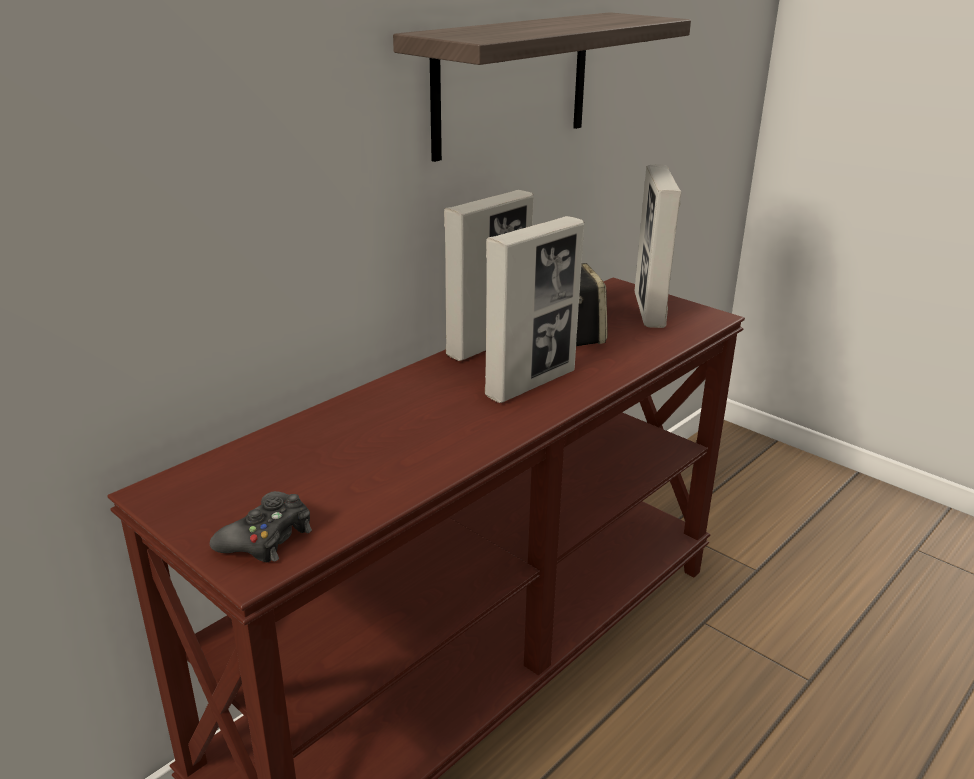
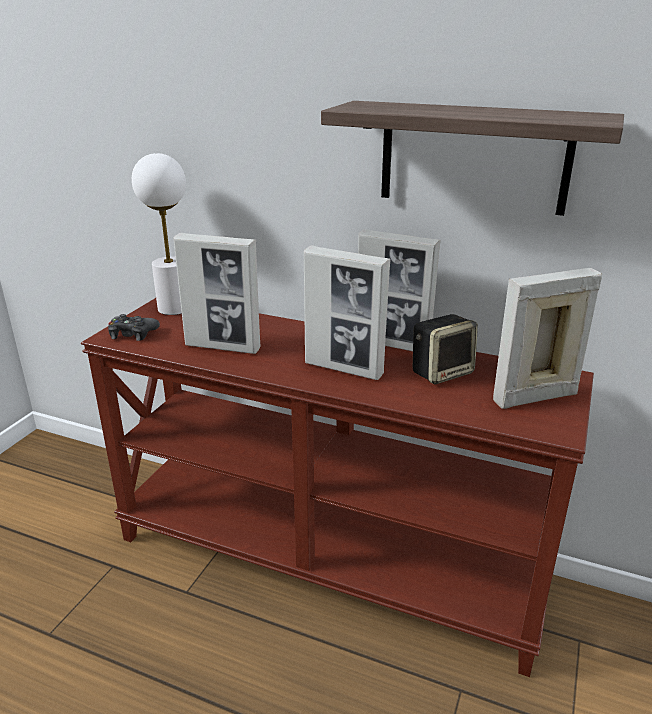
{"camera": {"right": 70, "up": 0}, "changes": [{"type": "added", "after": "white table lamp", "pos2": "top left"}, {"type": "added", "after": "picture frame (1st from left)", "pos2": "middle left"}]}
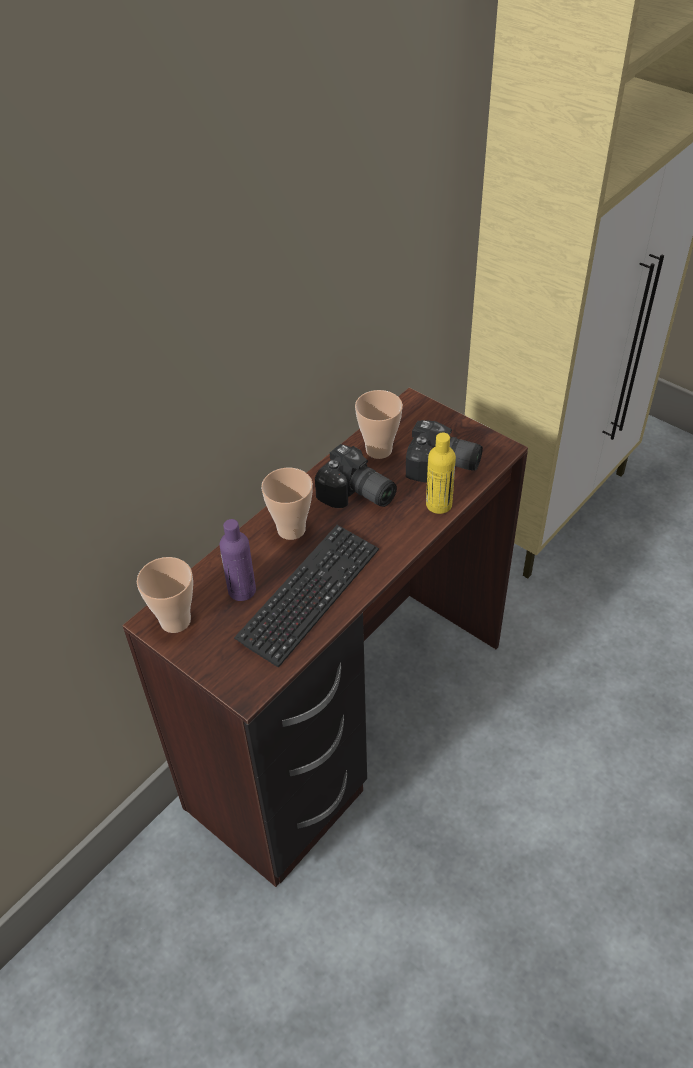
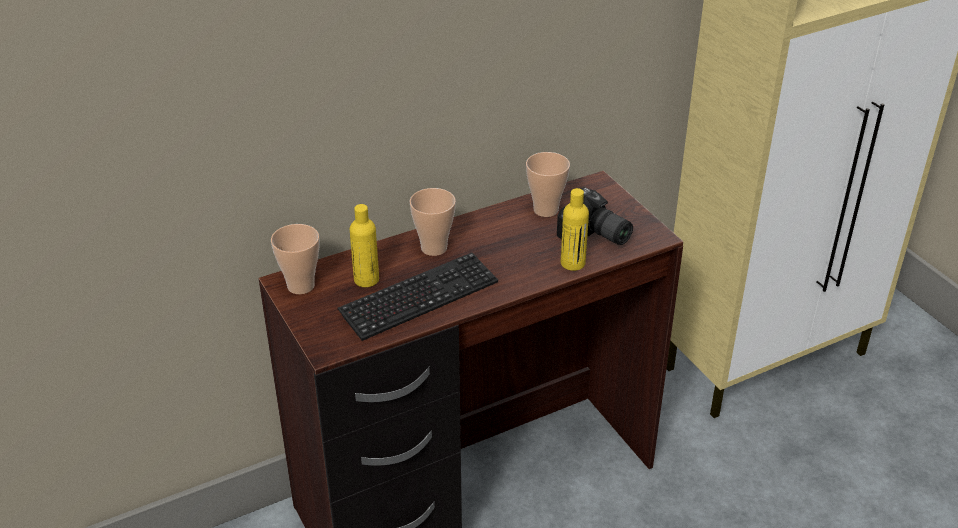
{"camera": {"right": 20, "up": -10}, "changes": [{"type": "removed", "before": "photo camera (1st from left)", "pos1": "centre"}, {"type": "recoloured", "before": "purple bottle", "after": "yellow bottle (1st from left)", "pos1": "centre", "pos2": "centre"}]}
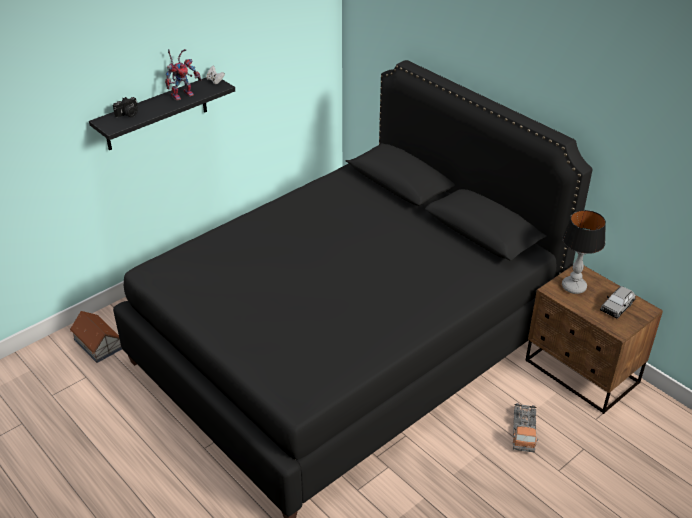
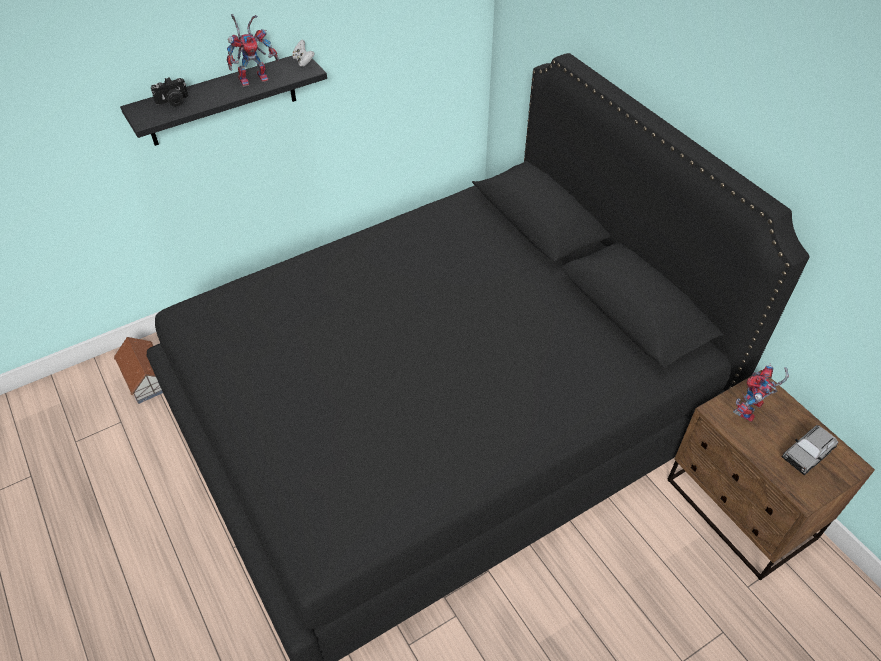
{"camera": {"right": 10, "up": 10}, "changes": [{"type": "removed", "before": "toy truck", "pos1": "bottom right"}, {"type": "replaced", "before": "table lamp", "after": "toy robot (2nd from left)", "pos1": "middle right", "pos2": "middle right"}]}
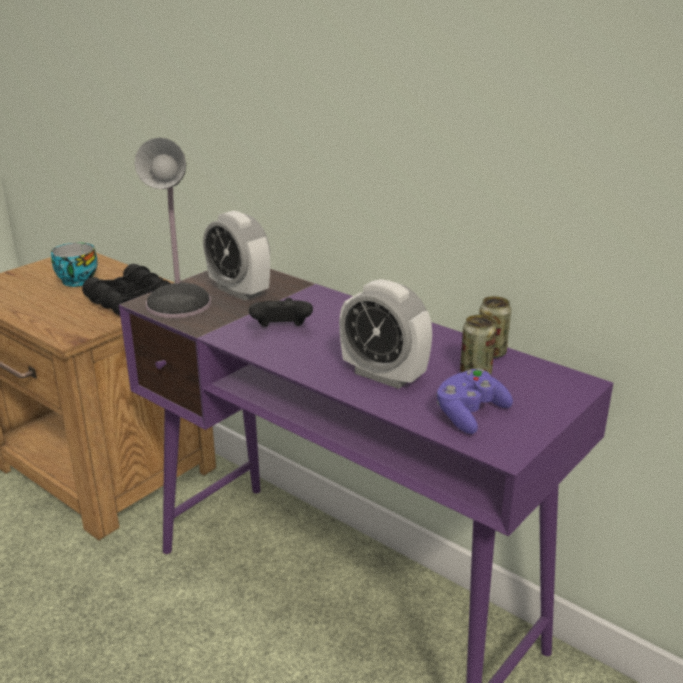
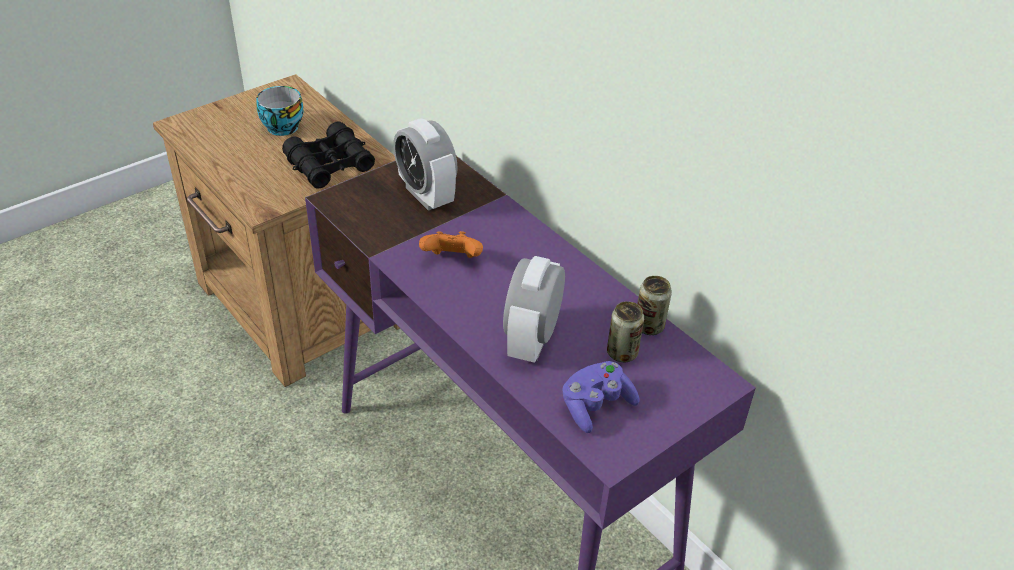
{"camera": {"right": 10, "up": 15}, "changes": [{"type": "removed", "before": "table lamp", "pos1": "middle left"}, {"type": "recoloured", "before": "black game controller", "after": "orange game controller", "pos1": "centre", "pos2": "centre"}, {"type": "turned", "before": "alarm clock (2nd from left)", "pos1": "centre", "pos2": "centre", "turn": 60}]}
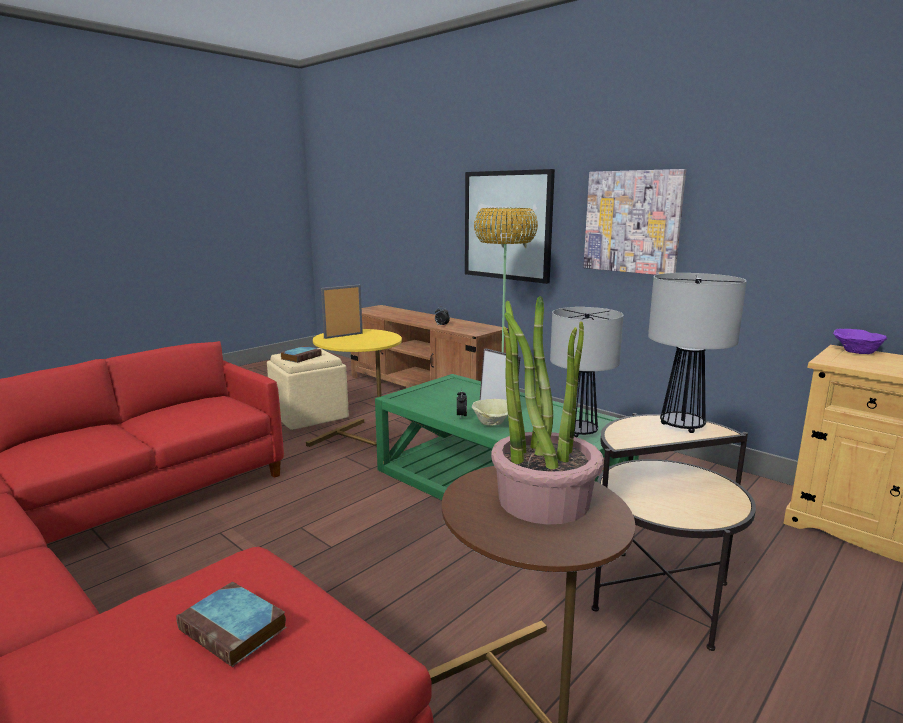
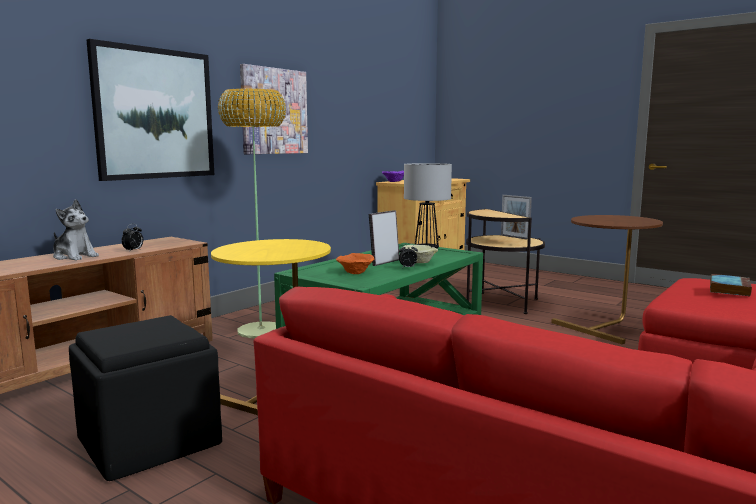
{"camera": {"right": -95, "up": -5}, "changes": [{"type": "removed", "before": "book (2nd from left)", "pos1": "centre"}, {"type": "removed", "before": "potted plant", "pos1": "centre"}, {"type": "removed", "before": "table lamp (2nd from left)", "pos1": "middle right"}, {"type": "added", "after": "plush toy", "pos2": "middle left"}, {"type": "added", "after": "orange bowl", "pos2": "centre"}, {"type": "moved", "before": "picture frame (1st from left in the first image)", "after": "picture frame (2nd from left)", "pos1": "centre", "pos2": "middle right"}, {"type": "recoloured", "before": "beige ottoman", "after": "black ottoman", "pos1": "centre", "pos2": "bottom left"}]}
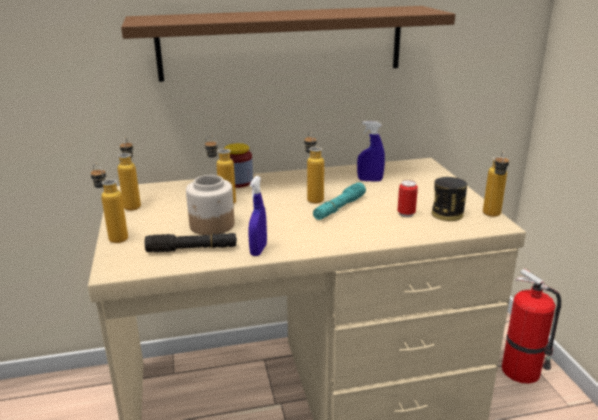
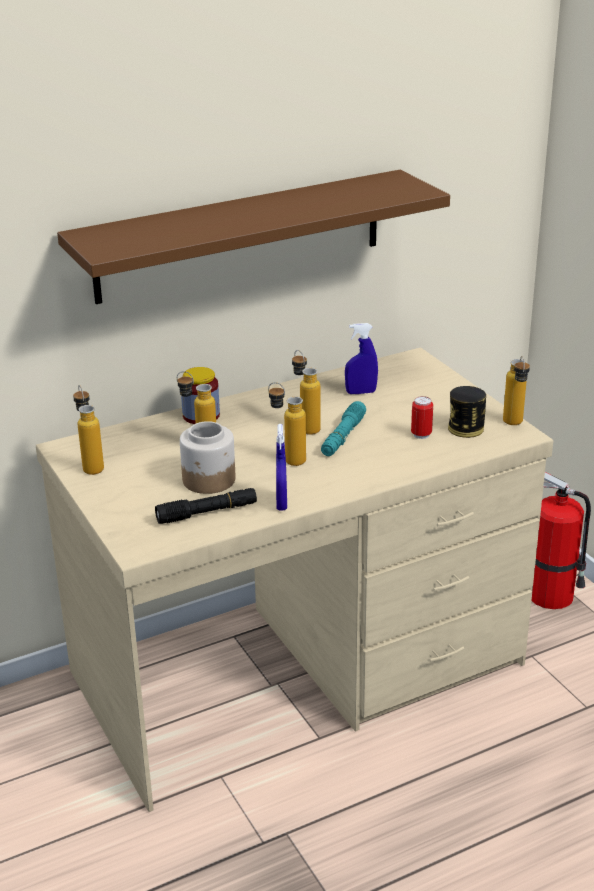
{"camera": {"right": -15, "up": 5}, "changes": [{"type": "moved", "before": "bottle (1st from left in the first image)", "after": "bottle (3rd from left)", "pos1": "middle left", "pos2": "centre"}]}
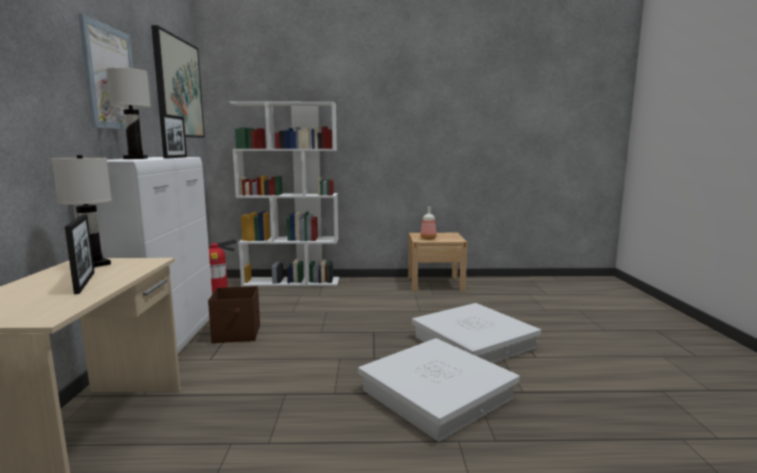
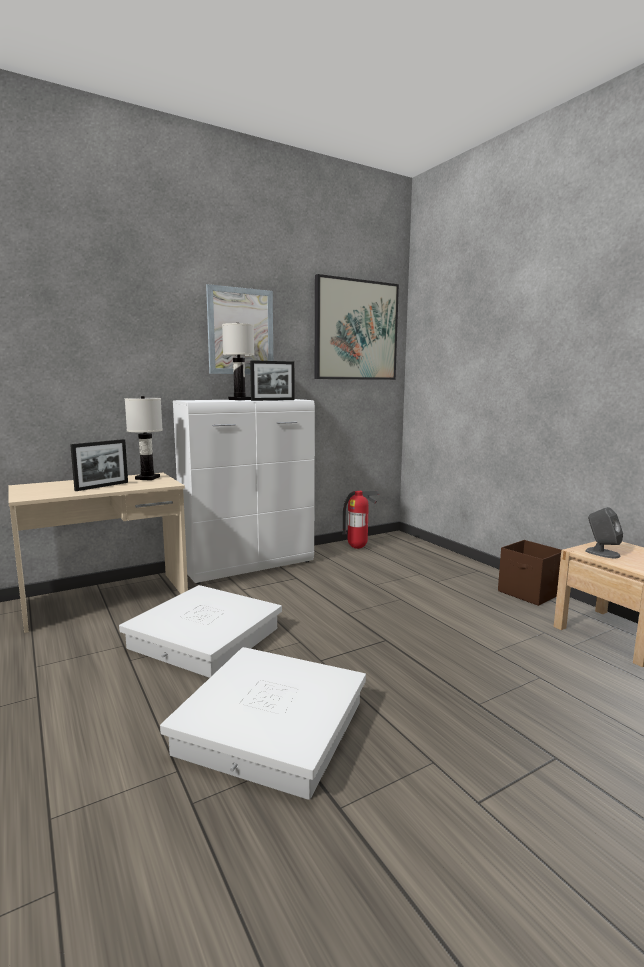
{"camera": {"right": 60, "up": 0}, "changes": [{"type": "removed", "before": "white bookcase", "pos1": "centre"}, {"type": "moved", "before": "brown storage box", "pos1": "middle left", "pos2": "middle right"}, {"type": "moved", "before": "white storage box (2nd from left in the first image)", "after": "white storage box (1st from left)", "pos1": "bottom centre", "pos2": "middle left"}, {"type": "replaced", "before": "bottle", "after": "grey speaker", "pos1": "centre", "pos2": "middle right"}]}
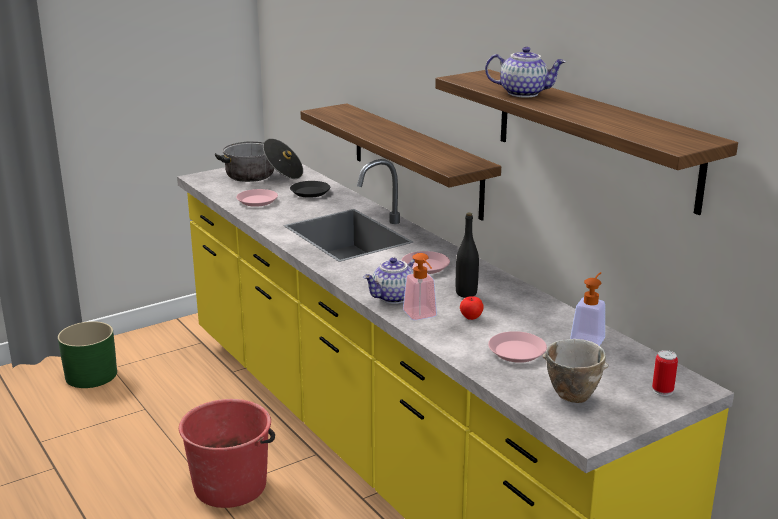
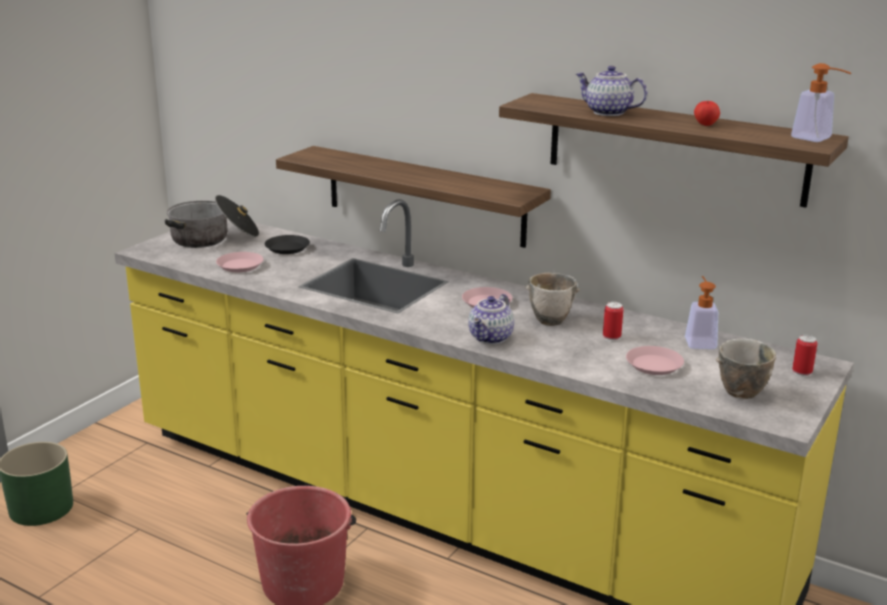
{"camera": {"right": -25, "up": 0}, "changes": [{"type": "added", "after": "can (1st from left)", "pos2": "middle right"}, {"type": "moved", "before": "soap dispenser (1st from left in the first image)", "after": "soap dispenser (2nd from left)", "pos1": "centre", "pos2": "top right"}, {"type": "moved", "before": "apple", "pos1": "centre", "pos2": "top right"}, {"type": "replaced", "before": "black bottle", "after": "bowl (1st from left)", "pos1": "centre", "pos2": "centre"}, {"type": "turned", "before": "teapot (2nd from left)", "pos1": "top right", "pos2": "top right", "turn": -135}]}
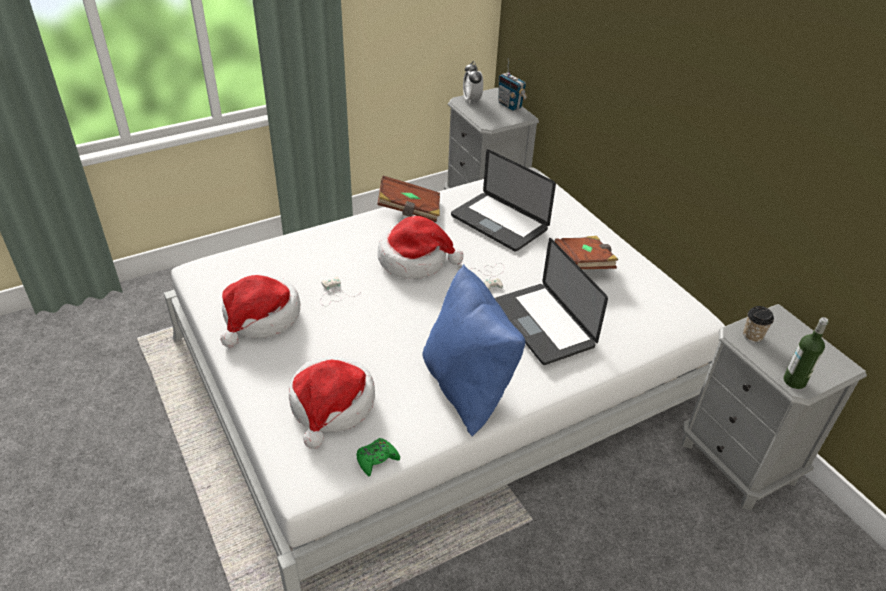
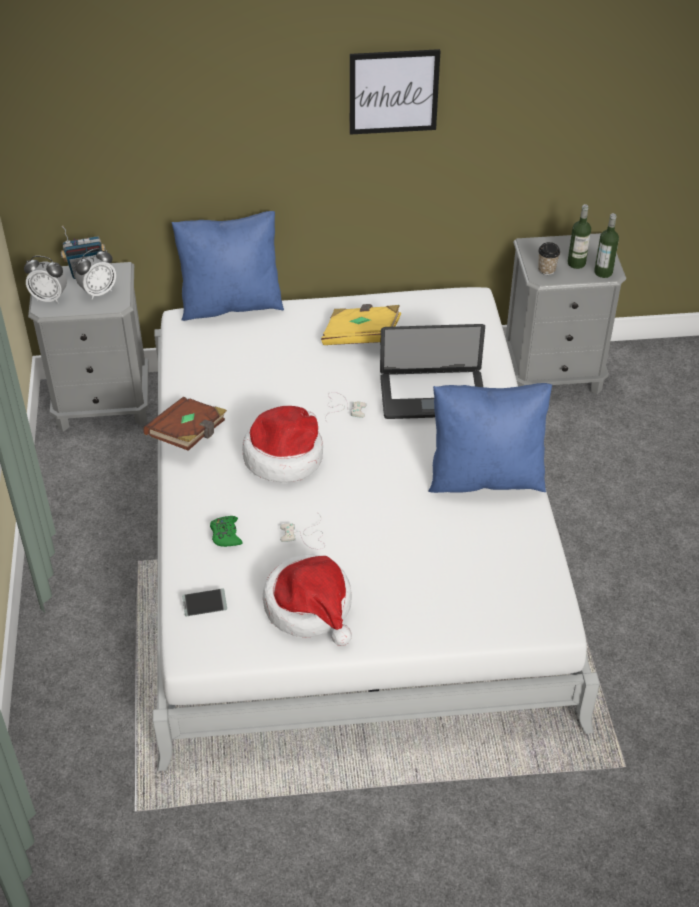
{"camera": {"right": -65, "up": 5}, "changes": [{"type": "removed", "before": "hat (2nd from left)", "pos1": "bottom centre"}, {"type": "removed", "before": "laptop (1st from left)", "pos1": "centre"}, {"type": "added", "after": "alarm clock (2nd from left)", "pos2": "top left"}, {"type": "added", "after": "blue pillow (1st from left)", "pos2": "top left"}, {"type": "added", "after": "phone", "pos2": "middle left"}, {"type": "added", "after": "picture", "pos2": "top centre"}, {"type": "added", "after": "bottle (1st from left)", "pos2": "top right"}, {"type": "moved", "before": "green game controller", "pos1": "bottom centre", "pos2": "middle left"}, {"type": "recoloured", "before": "brown book (2nd from left)", "after": "yellow book", "pos1": "centre", "pos2": "centre"}]}
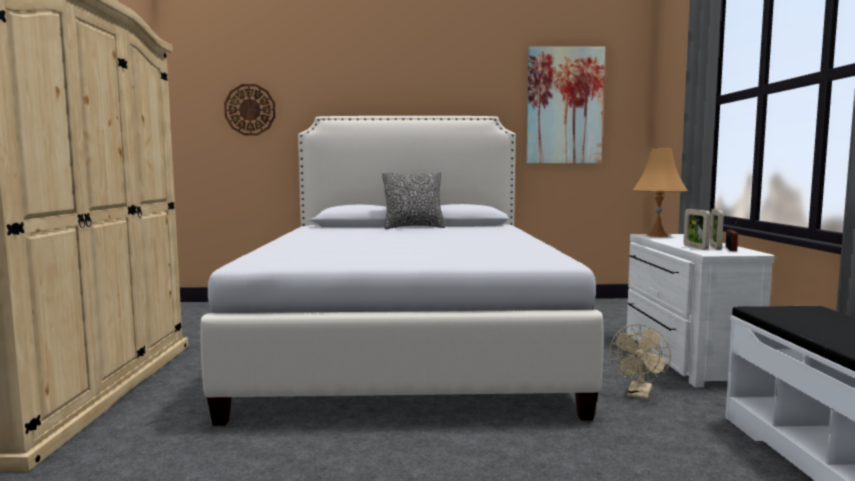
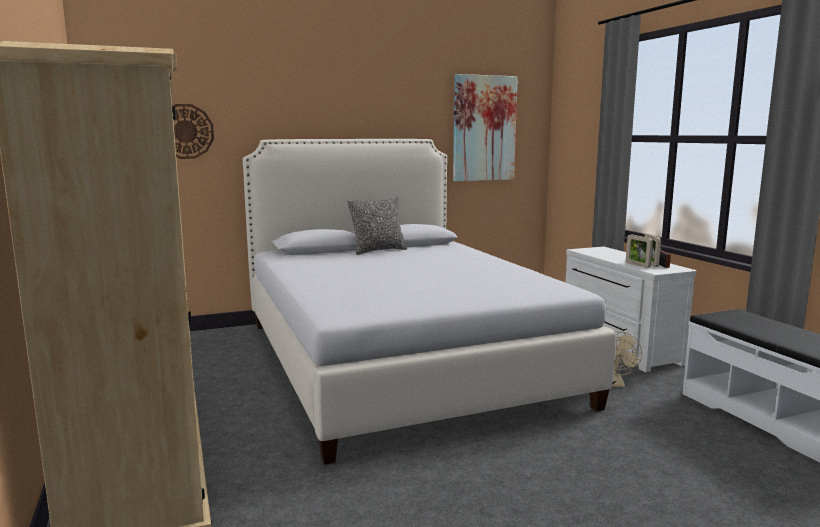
{"camera": {"right": -20, "up": 5}, "changes": [{"type": "removed", "before": "orange table lamp", "pos1": "middle right"}]}
